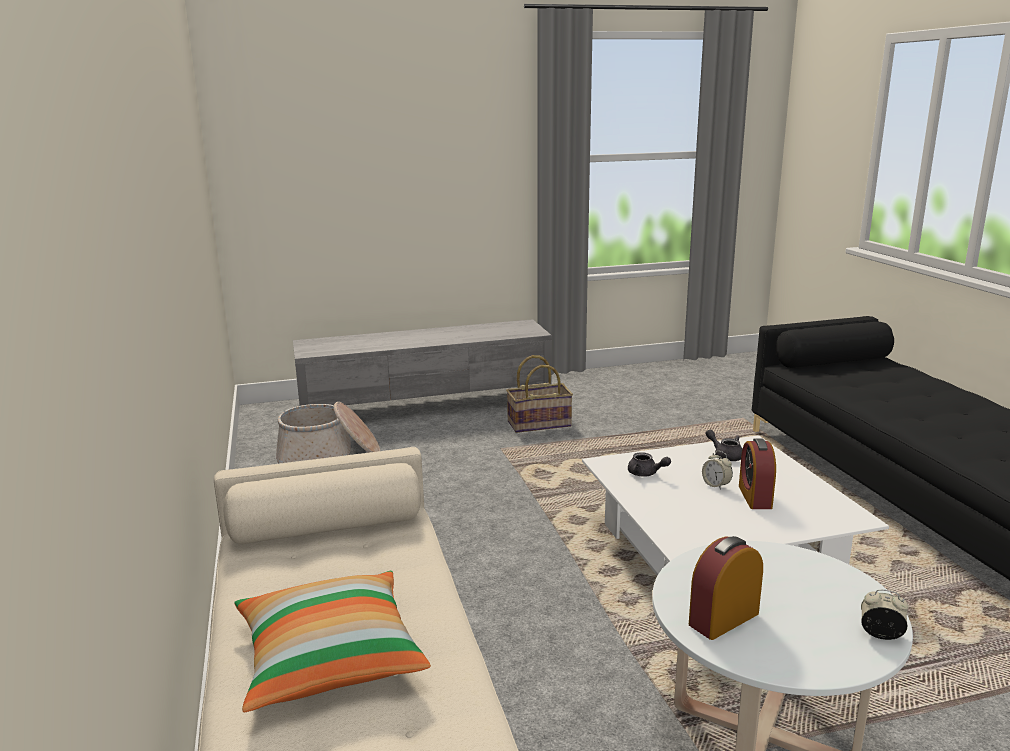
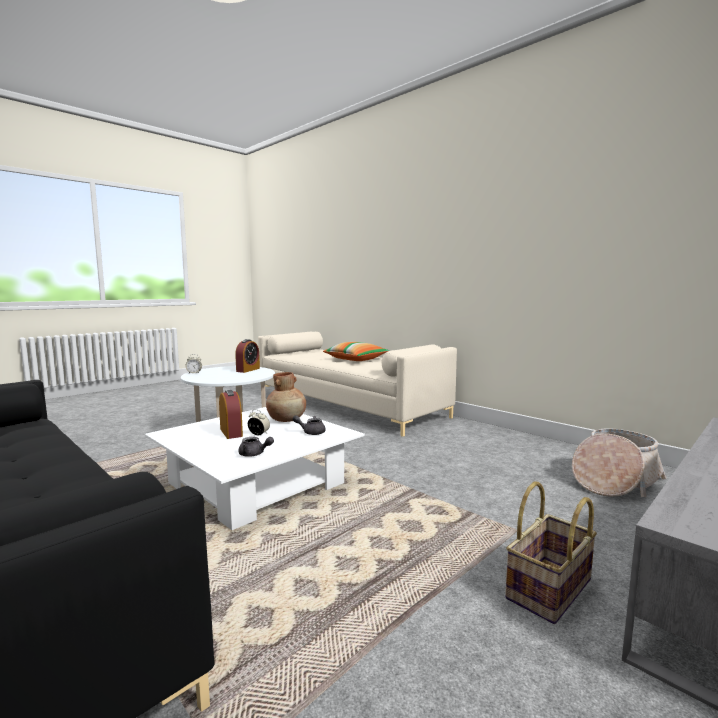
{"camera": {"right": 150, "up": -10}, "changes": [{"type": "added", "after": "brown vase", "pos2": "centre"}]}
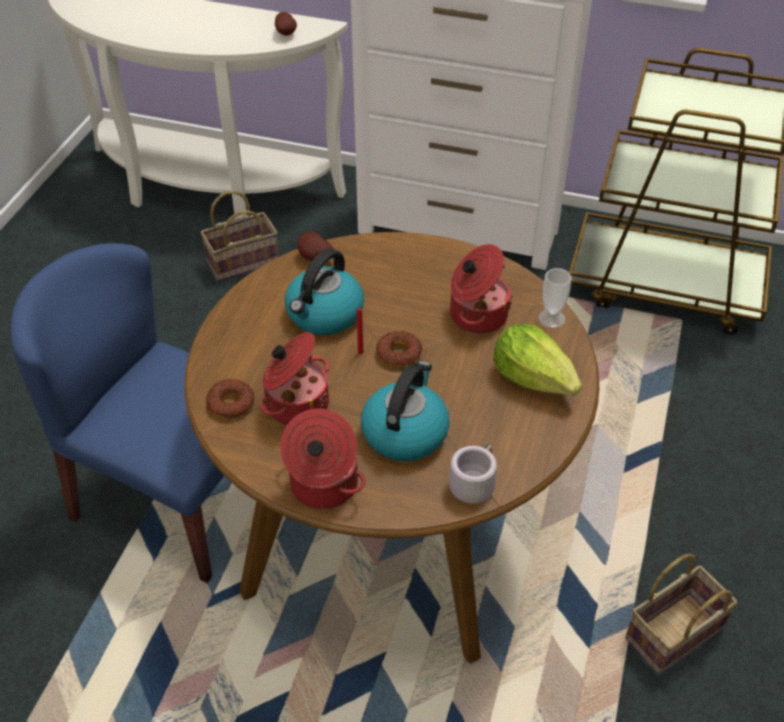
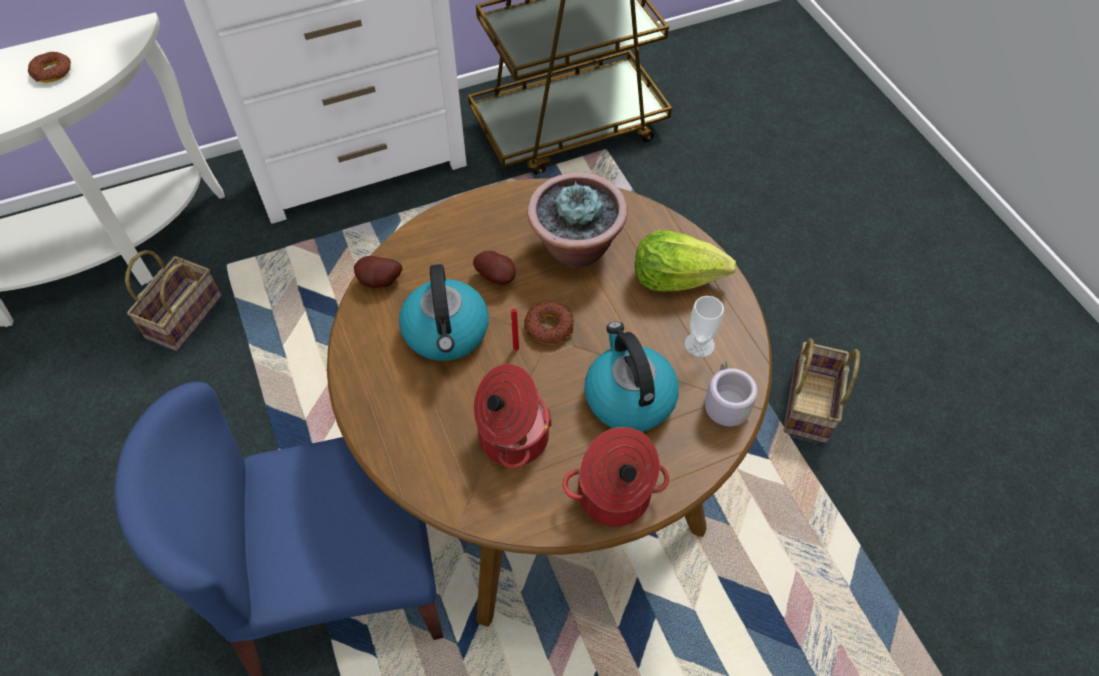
{"camera": {"right": -40, "up": 10}, "changes": [{"type": "moved", "before": "donut (1st from left)", "pos1": "middle left", "pos2": "top left"}, {"type": "moved", "before": "potato (1st from left in the first image)", "after": "potato (2nd from left)", "pos1": "top centre", "pos2": "centre"}, {"type": "moved", "before": "cup", "pos1": "middle right", "pos2": "centre"}, {"type": "replaced", "before": "cooking pot (3rd from left)", "after": "potted plant", "pos1": "centre", "pos2": "top centre"}]}
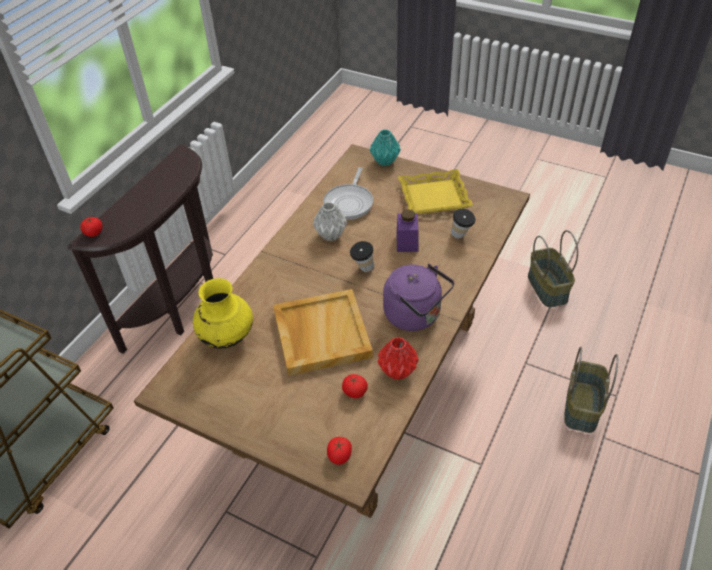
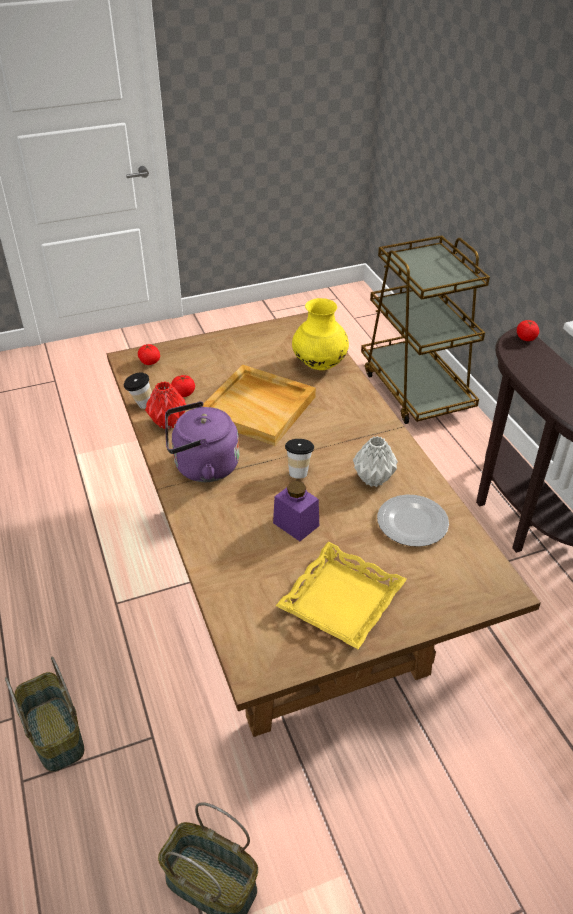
{"camera": {"right": 130, "up": -5}, "changes": [{"type": "removed", "before": "turquoise vase", "pos1": "top centre"}, {"type": "moved", "before": "cup (2nd from left in the first image)", "after": "cup (1st from left)", "pos1": "centre", "pos2": "middle left"}, {"type": "replaced", "before": "frying pan", "after": "plate", "pos1": "centre", "pos2": "middle right"}]}
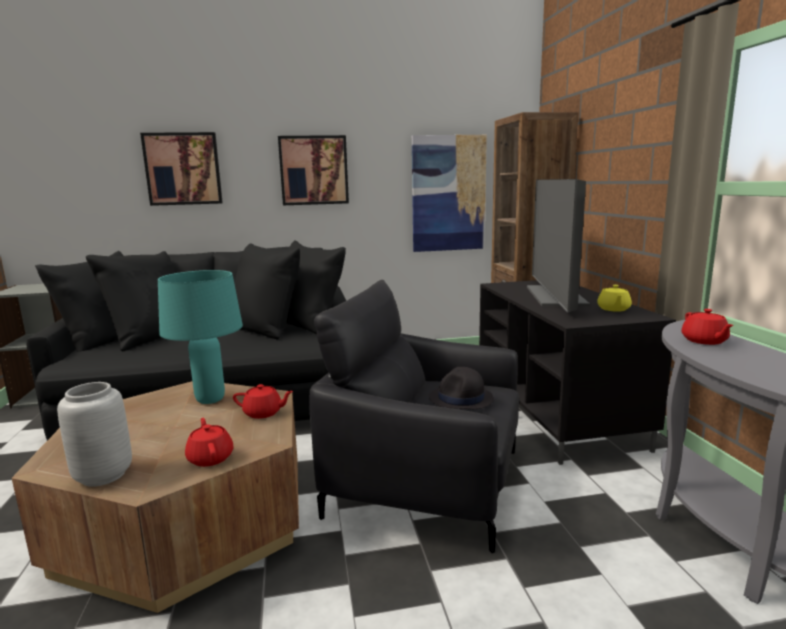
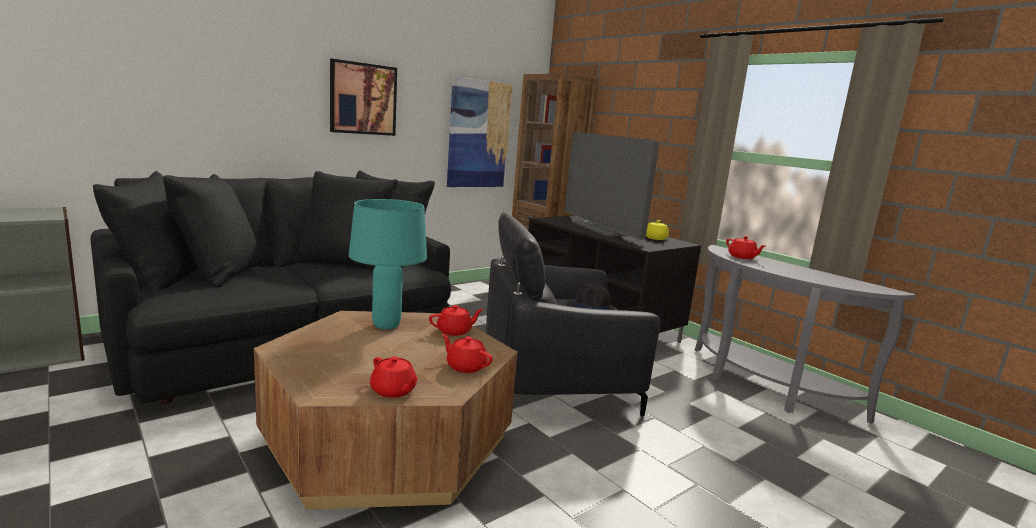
{"camera": {"right": -30, "up": 0}, "changes": [{"type": "removed", "before": "picture (1st from left)", "pos1": "top left"}, {"type": "replaced", "before": "grey vase", "after": "red teapot (1st from left)", "pos1": "bottom left", "pos2": "bottom centre"}]}
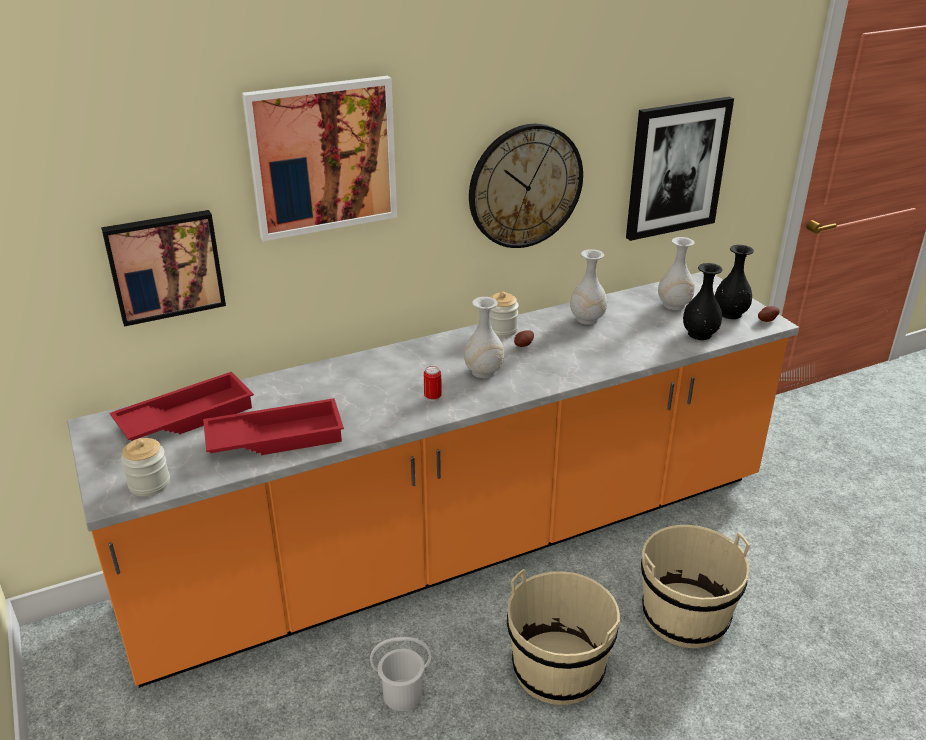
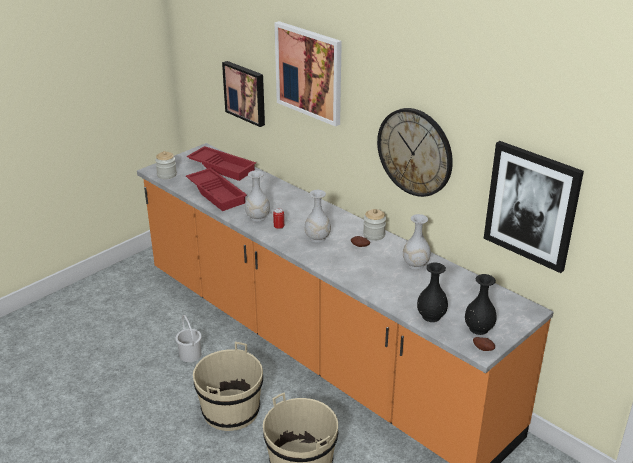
{"camera": {"right": 70, "up": 0}, "changes": [{"type": "moved", "before": "white vase (3rd from left in the first image)", "after": "white vase (1st from left)", "pos1": "middle right", "pos2": "centre"}]}
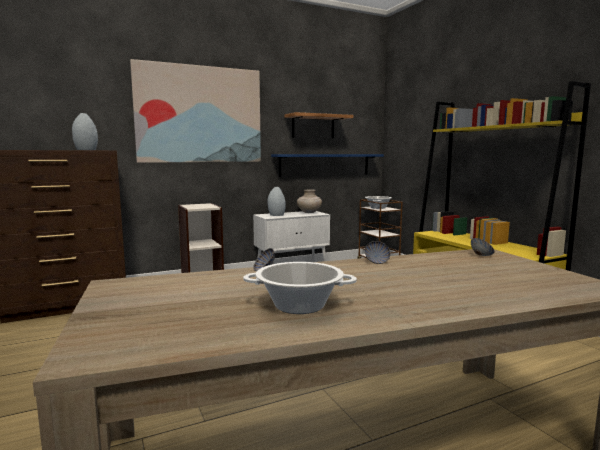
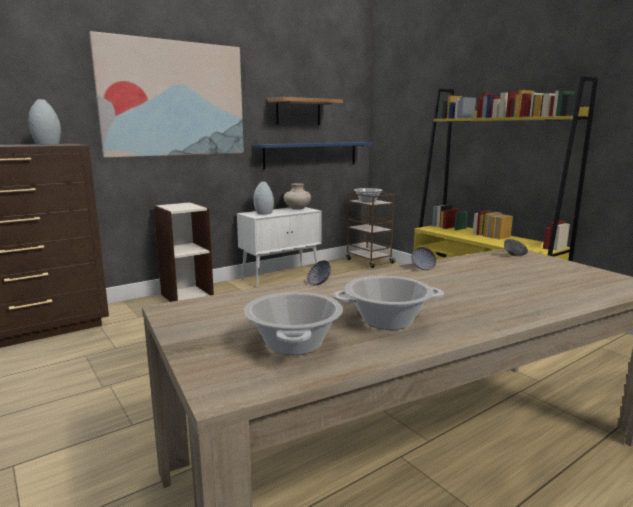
{"camera": {"right": -10, "up": 5}, "changes": [{"type": "added", "after": "cooking pot (1st from left)", "pos2": "centre"}]}
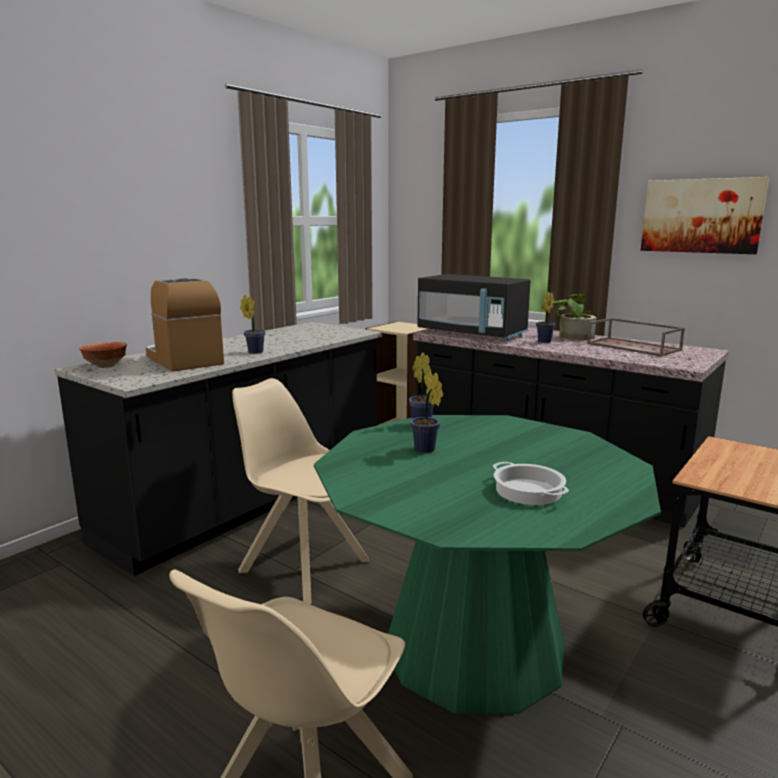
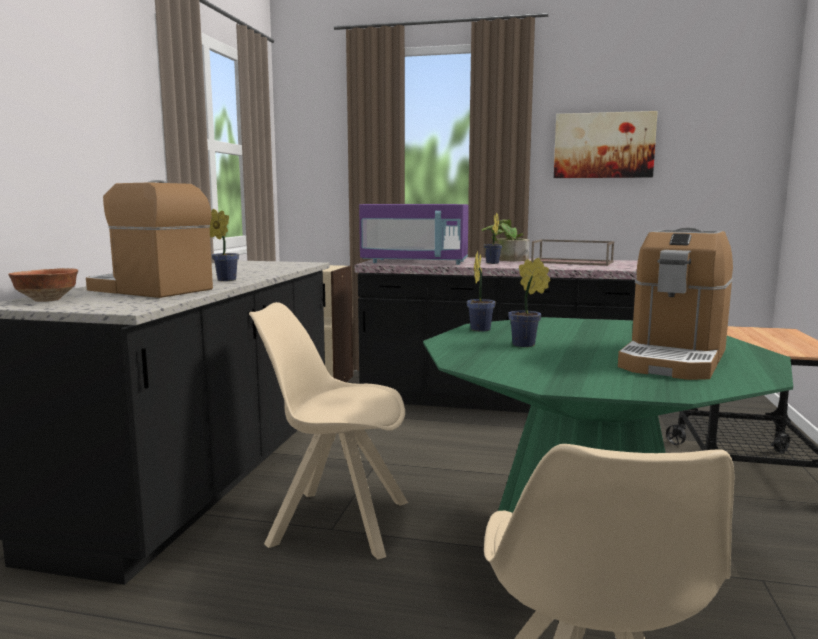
{"camera": {"right": -25, "up": -5}, "changes": [{"type": "replaced", "before": "cooking pot", "after": "coffee machine (2nd from left)", "pos1": "middle right", "pos2": "middle right"}, {"type": "recoloured", "before": "black microwave", "after": "purple microwave", "pos1": "centre", "pos2": "centre"}]}
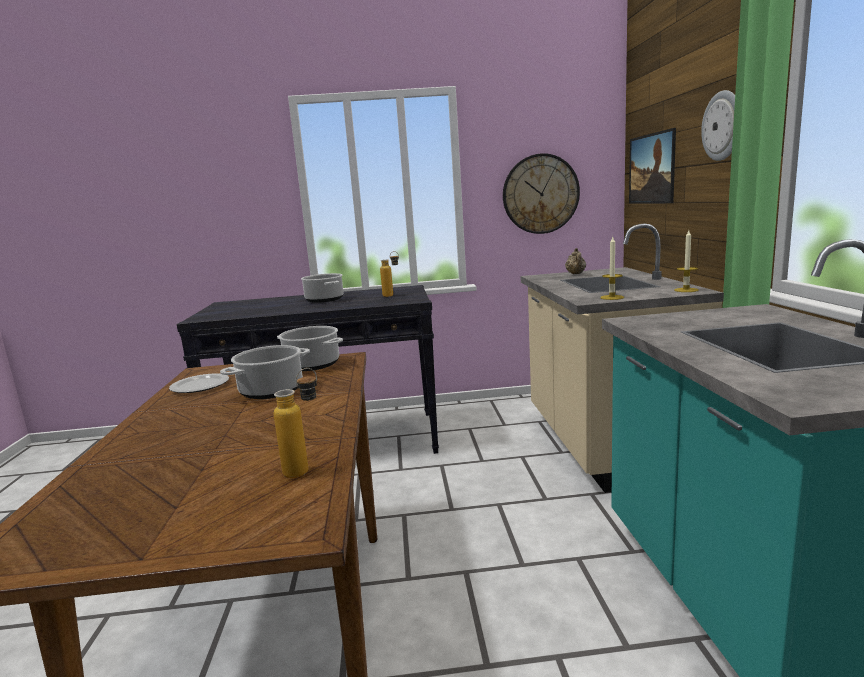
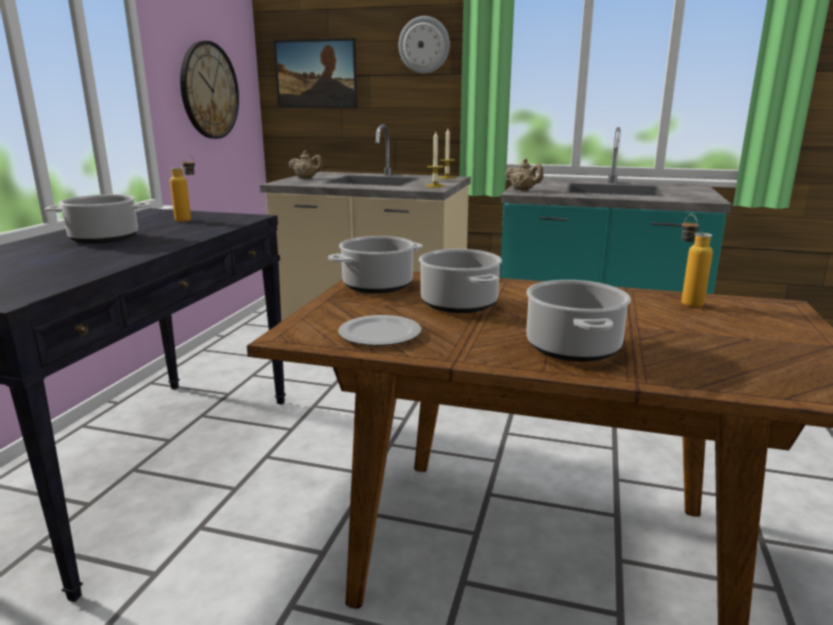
{"camera": {"right": -70, "up": 5}, "changes": [{"type": "added", "after": "beige teapot (2nd from left)", "pos2": "top centre"}, {"type": "added", "after": "cooking pot (4th from left)", "pos2": "middle right"}]}
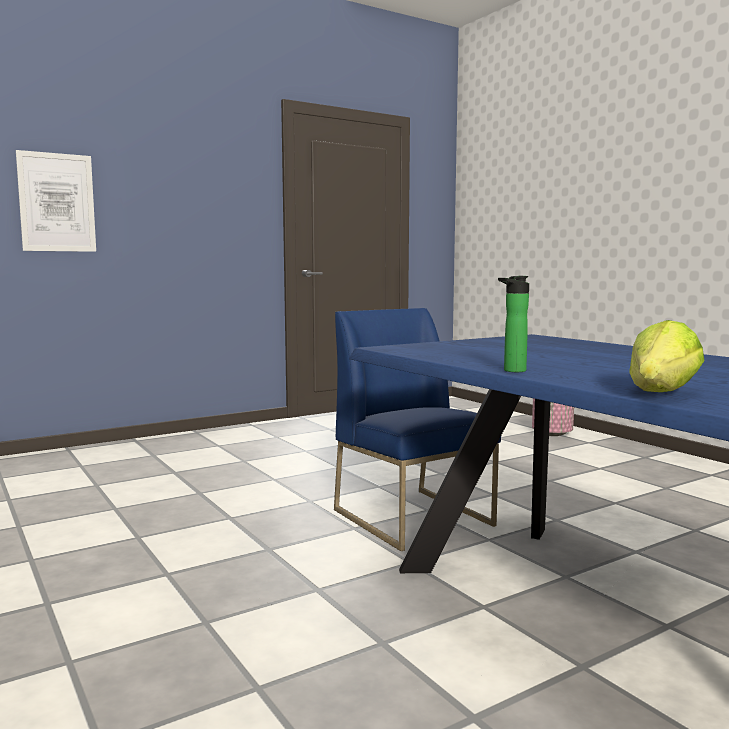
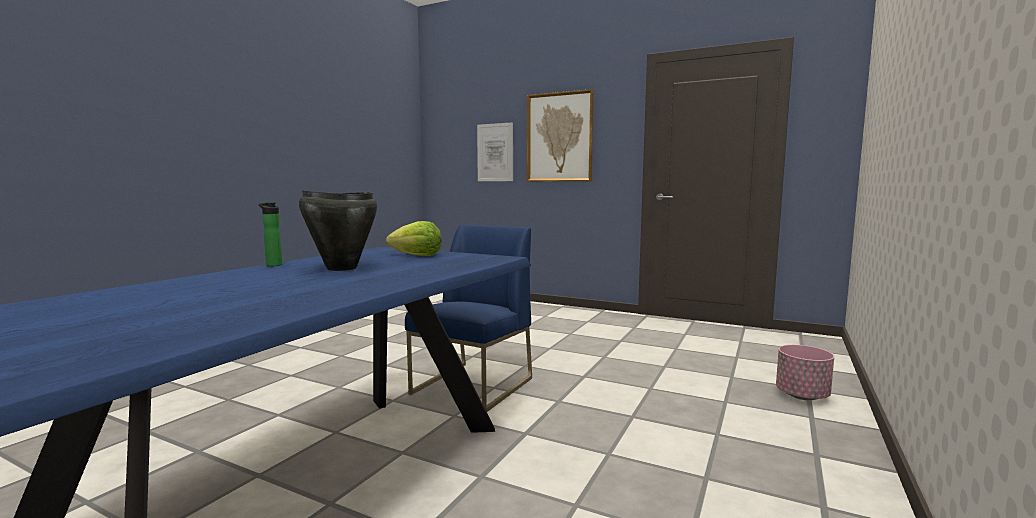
{"camera": {"right": 60, "up": 0}, "changes": [{"type": "added", "after": "black cooking pot", "pos2": "middle left"}, {"type": "added", "after": "picture (2nd from left)", "pos2": "top centre"}, {"type": "moved", "before": "lettuce", "pos1": "middle right", "pos2": "centre"}]}
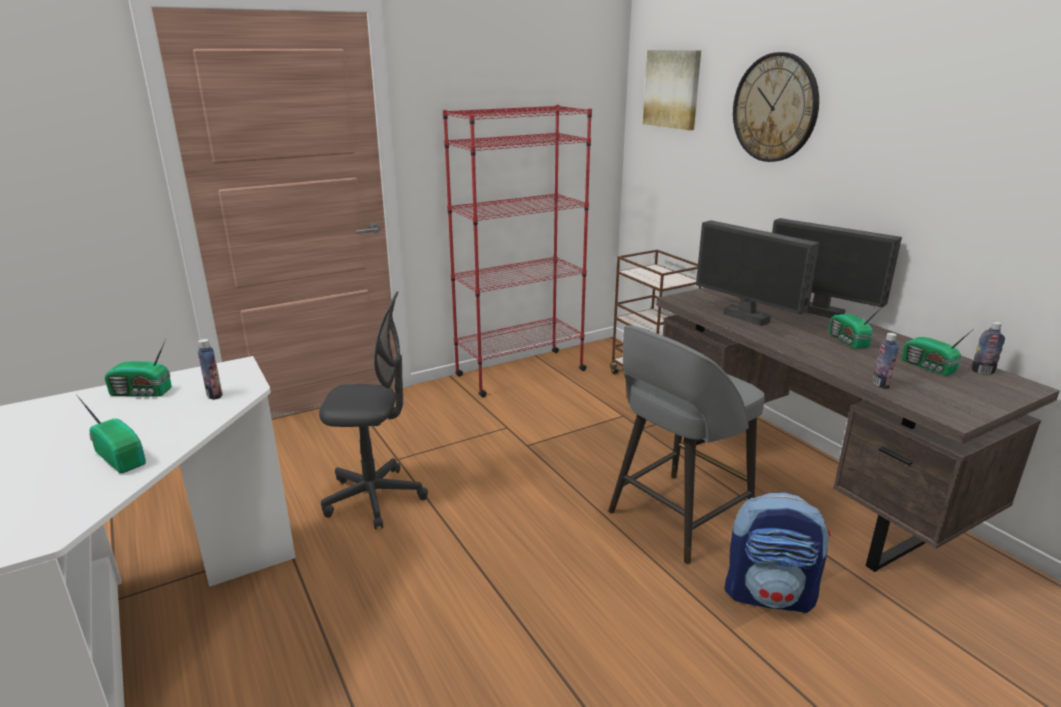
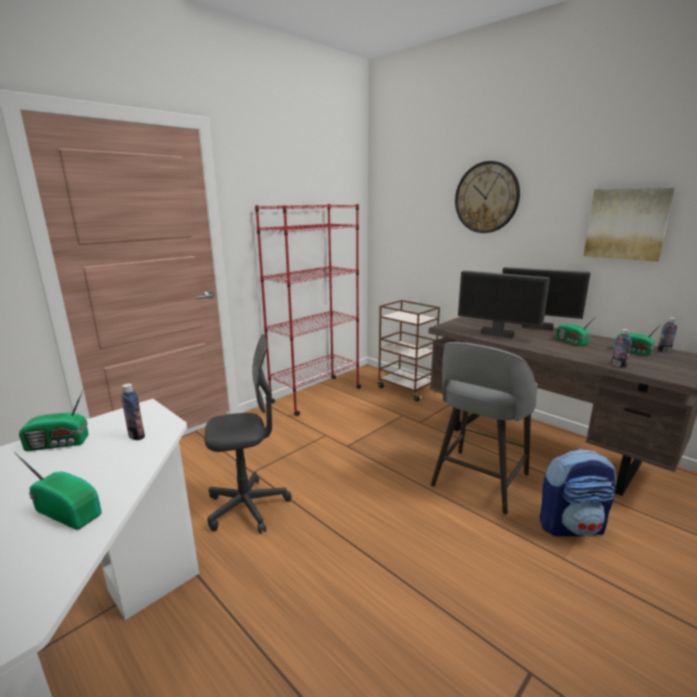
{"camera": {"right": -15, "up": -5}, "changes": [{"type": "moved", "before": "picture", "pos1": "top centre", "pos2": "top right"}]}
